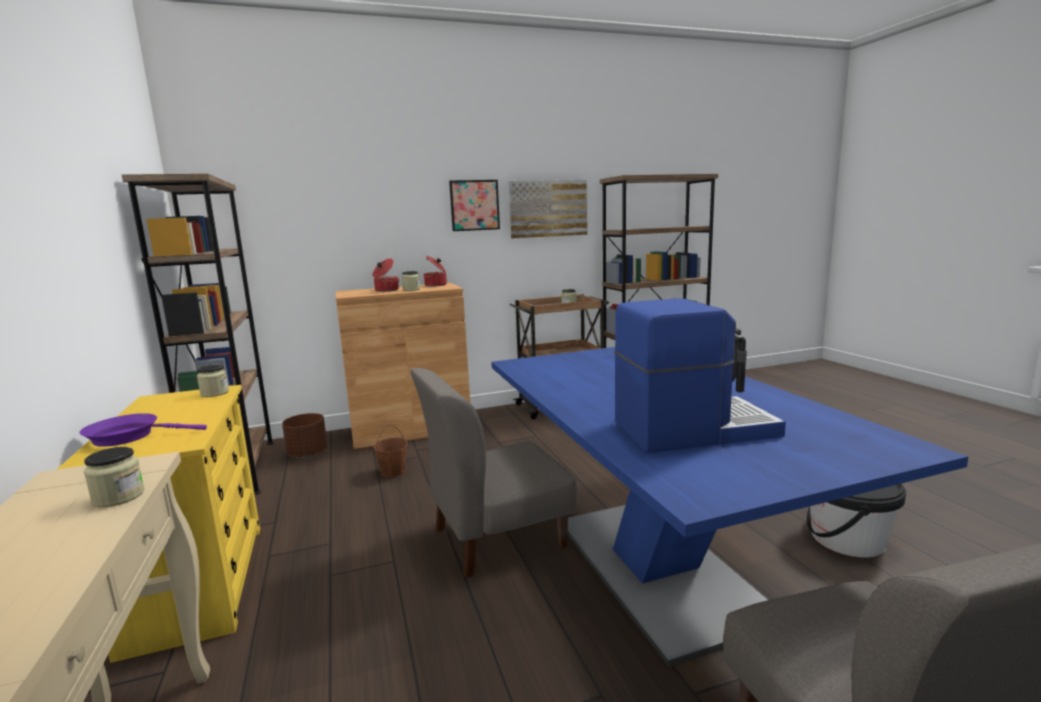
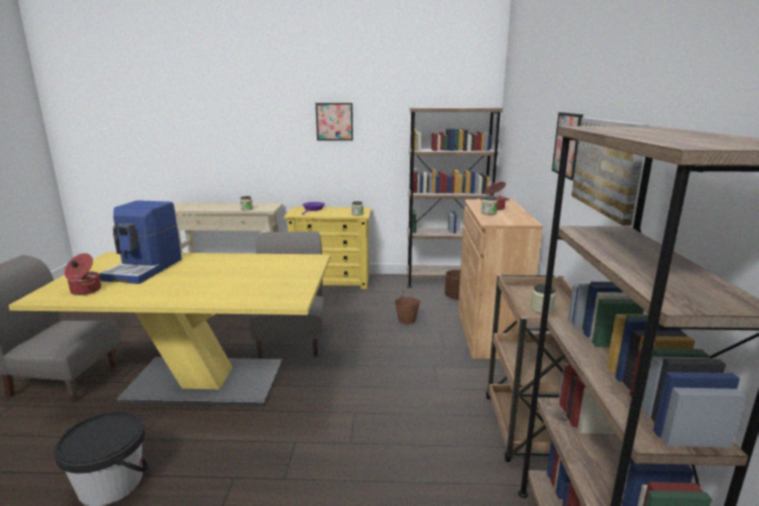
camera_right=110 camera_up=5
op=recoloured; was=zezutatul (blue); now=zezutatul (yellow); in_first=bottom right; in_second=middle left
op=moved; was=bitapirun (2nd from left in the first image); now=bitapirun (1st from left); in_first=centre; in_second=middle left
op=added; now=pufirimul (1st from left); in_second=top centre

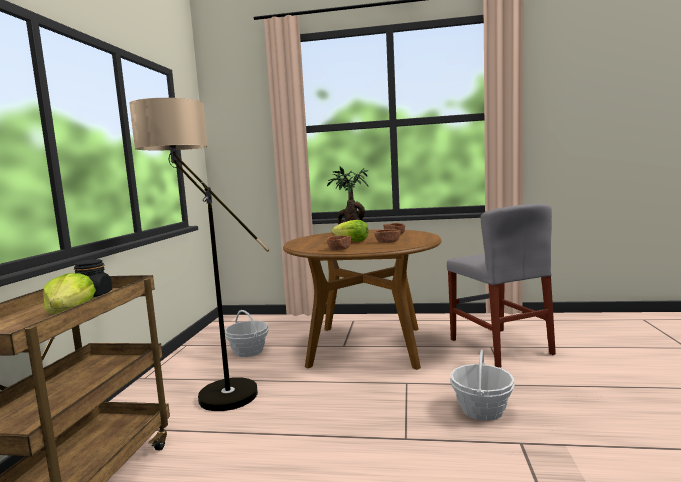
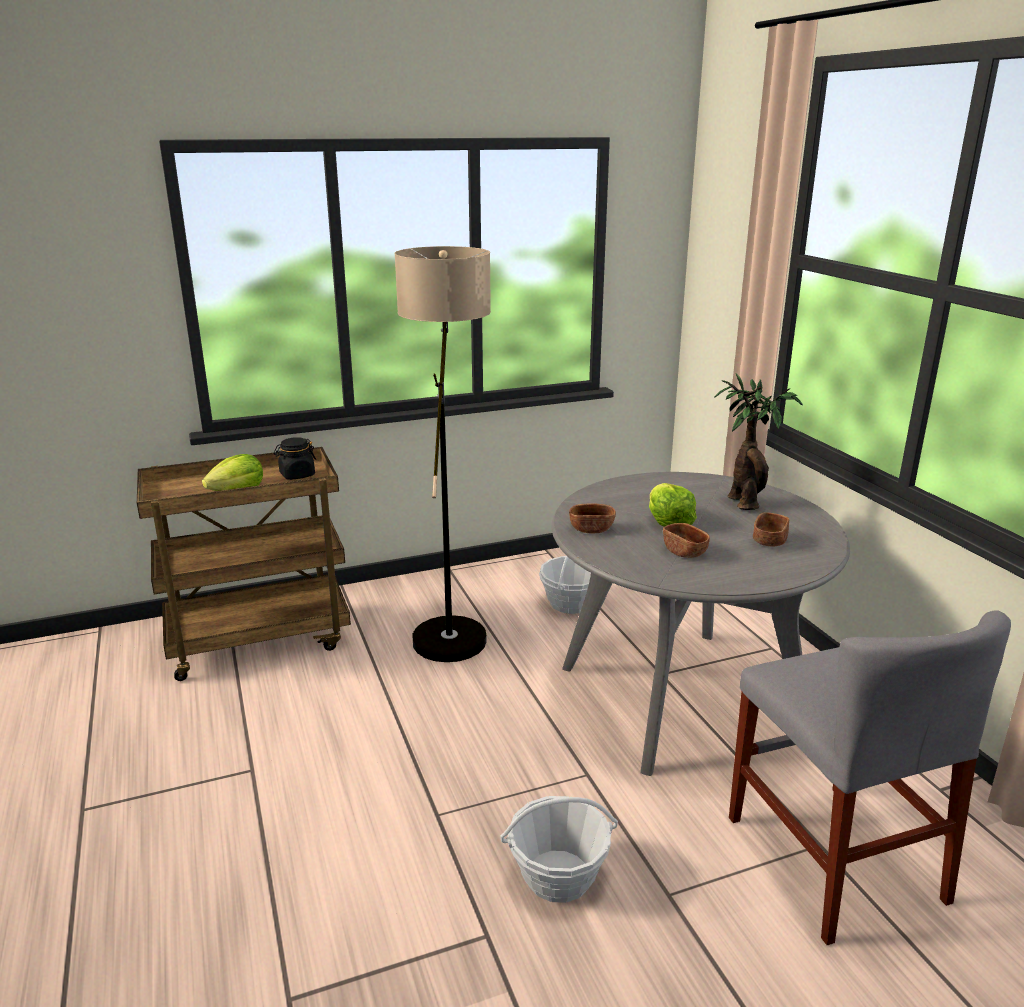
camera_right=60 camera_up=15
op=recoloured; was=zezutatul (brown); now=zezutatul (grey); in_first=centre; in_second=middle right
op=turned; was=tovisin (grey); in_first=middle right; in_second=bottom right; clockwise=-60

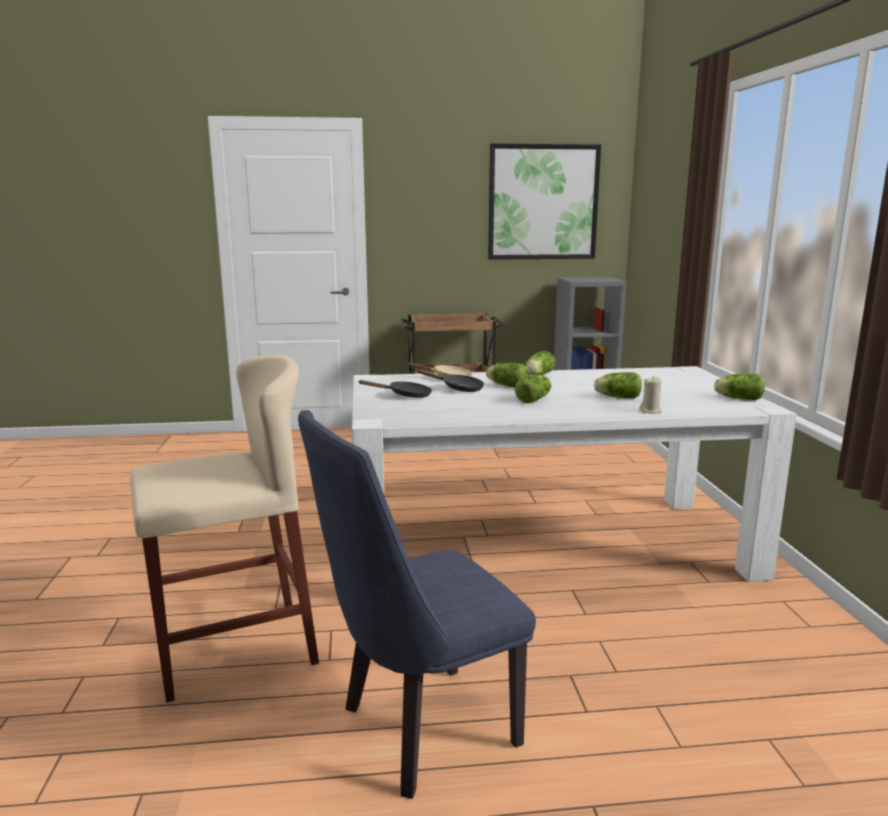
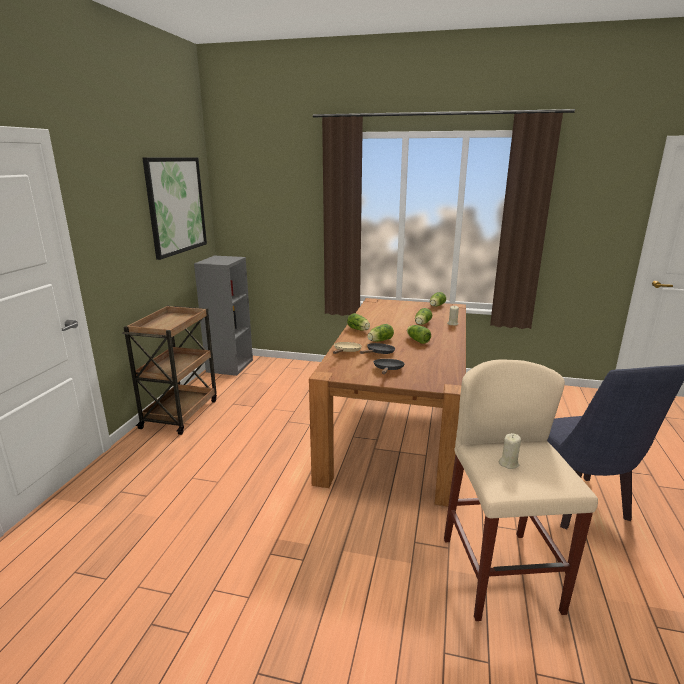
camera_right=-70 camera_up=5
op=recoloured; was=zezutatul (white); now=zezutatul (brown); in_first=centre; in_second=centre
op=added; now=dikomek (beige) (2nd from left); in_second=middle right

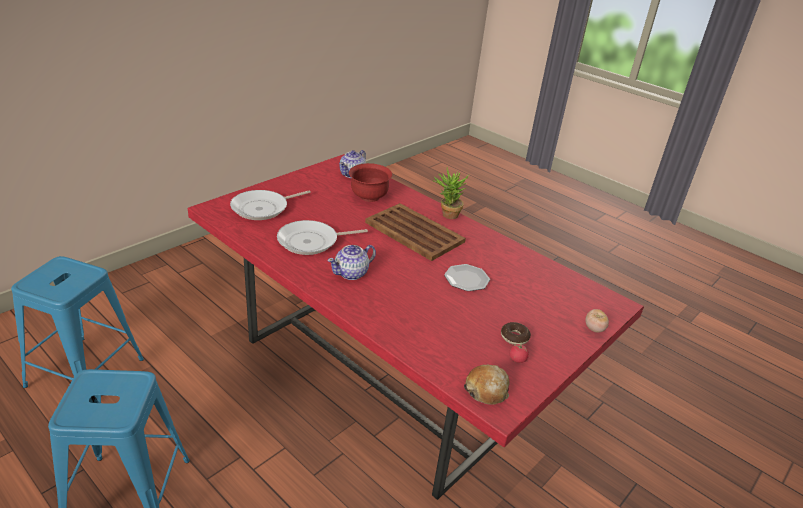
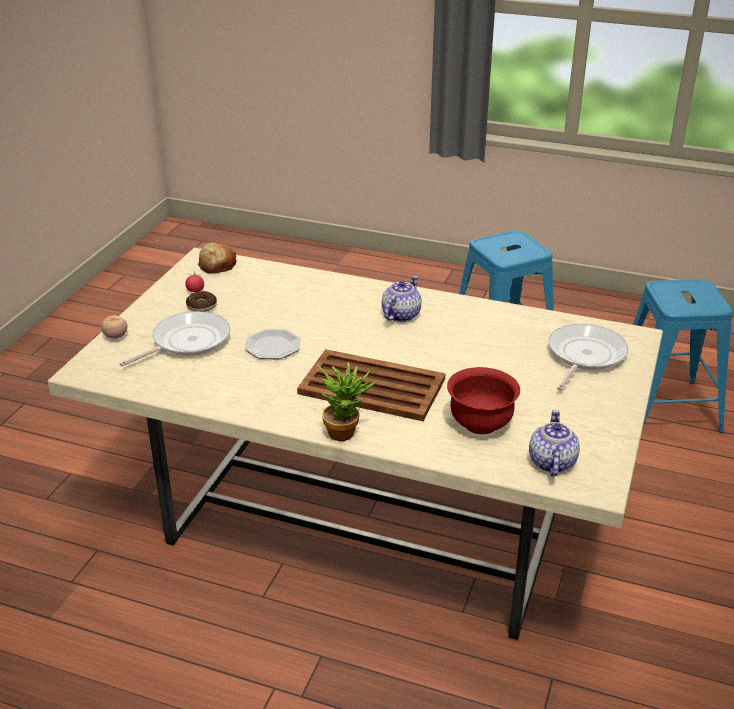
camera_right=160 camera_up=0
op=recoloured; was=zezutatul (red); now=zezutatul (beige); in_first=centre; in_second=centre
op=moved; was=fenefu (2nd from left in the first image); now=fenefu (1st from left); in_first=centre; in_second=middle left

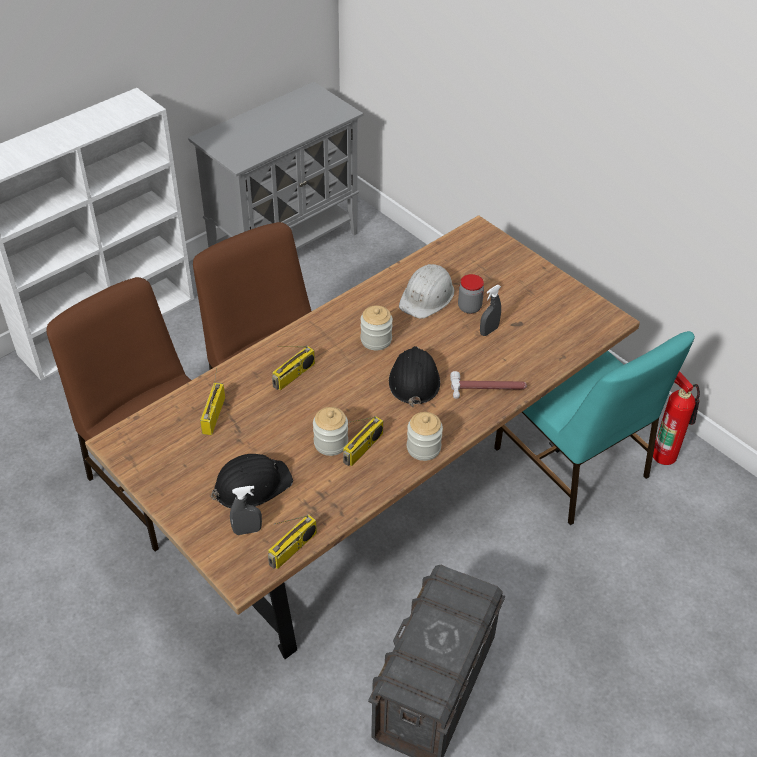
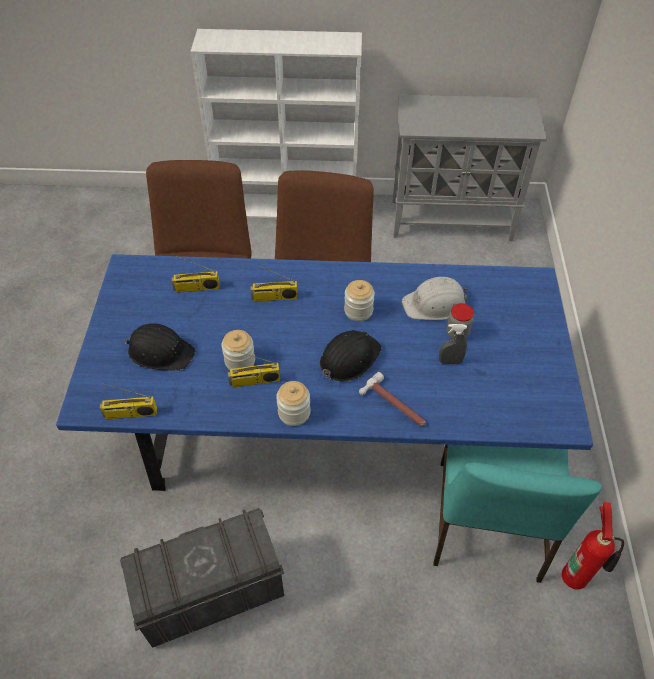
camera_right=45 camera_up=5
op=recoloured; was=zezutatul (brown); now=zezutatul (blue); in_first=centre; in_second=centre
op=turned; was=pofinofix (1st from left in the first image); in_first=middle left; in_second=middle left; clockwise=-150
op=removed; was=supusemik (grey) (1st from left); in_first=bottom left

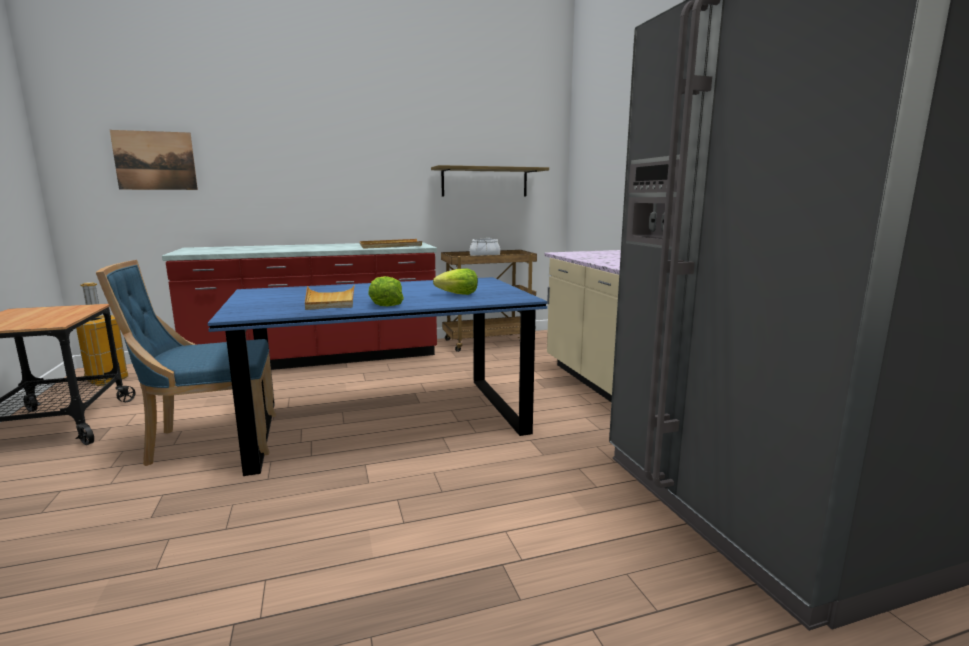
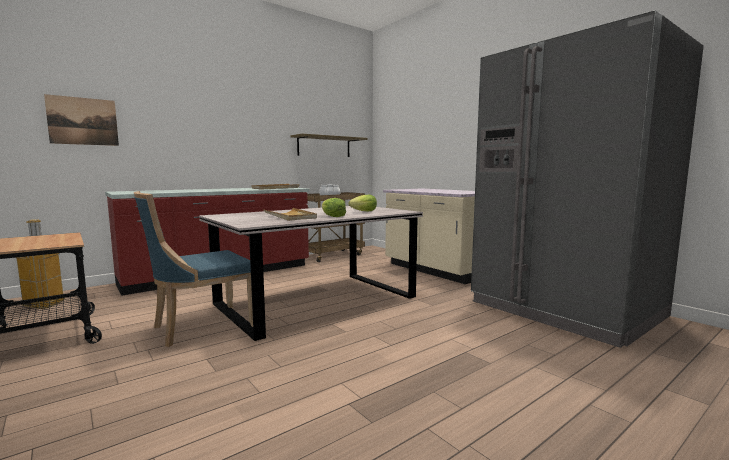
camera_right=-20 camera_up=-5
op=recoloured; was=zezutatul (blue); now=zezutatul (grey); in_first=centre; in_second=centre

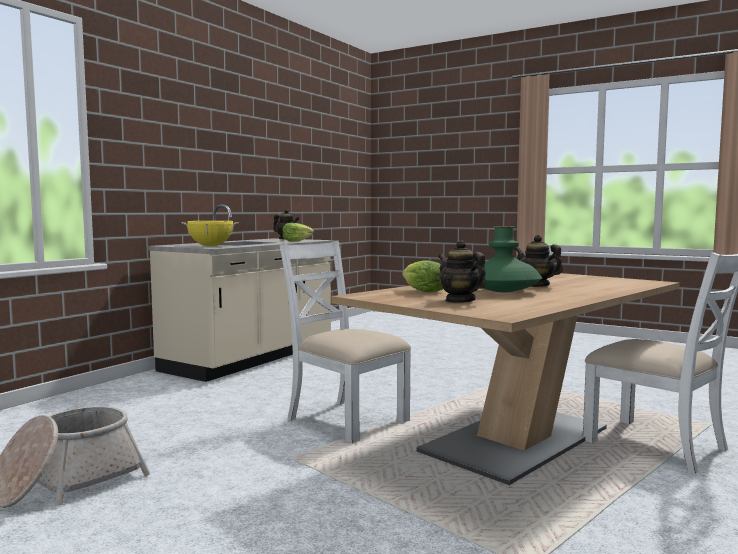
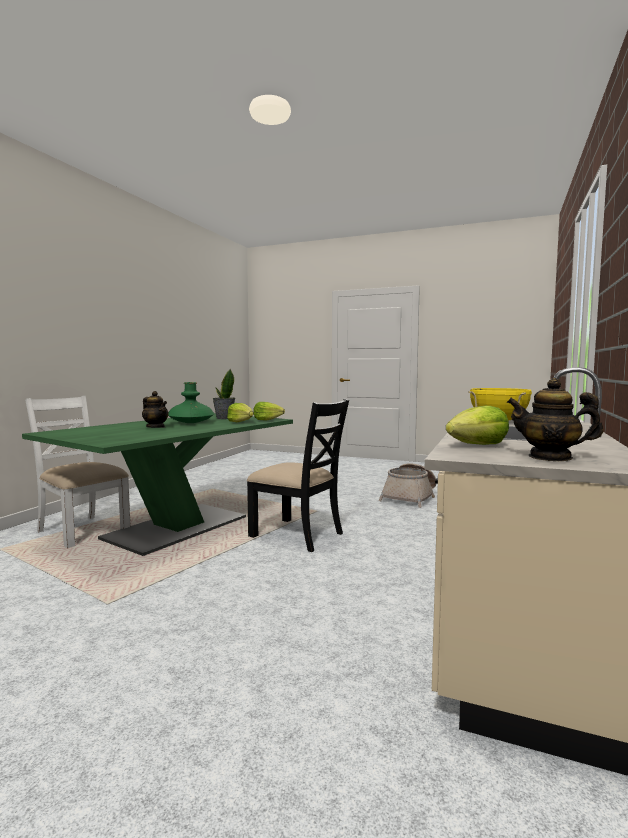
camera_right=170 camera_up=0
op=recoloured; was=zezutatul (brown); now=zezutatul (green); in_first=bottom right; in_second=middle left
op=replaced; was=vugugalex (2nd from left); now=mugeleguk; in_first=centre; in_second=centre
op=recoloured; was=tovisin (white) (1st from left); now=tovisin (black); in_first=centre; in_second=centre
op=added; now=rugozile (2nd from left); in_second=centre

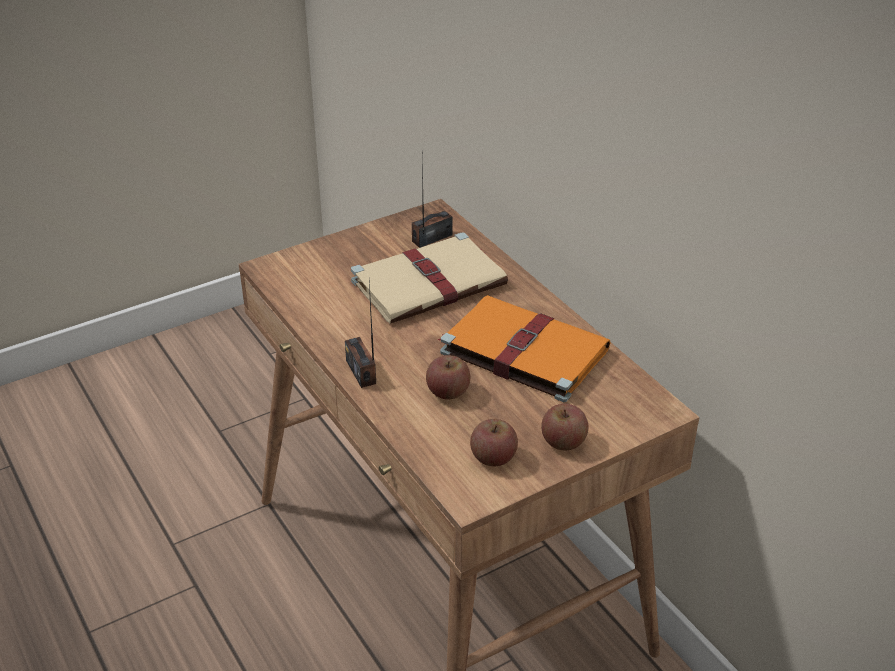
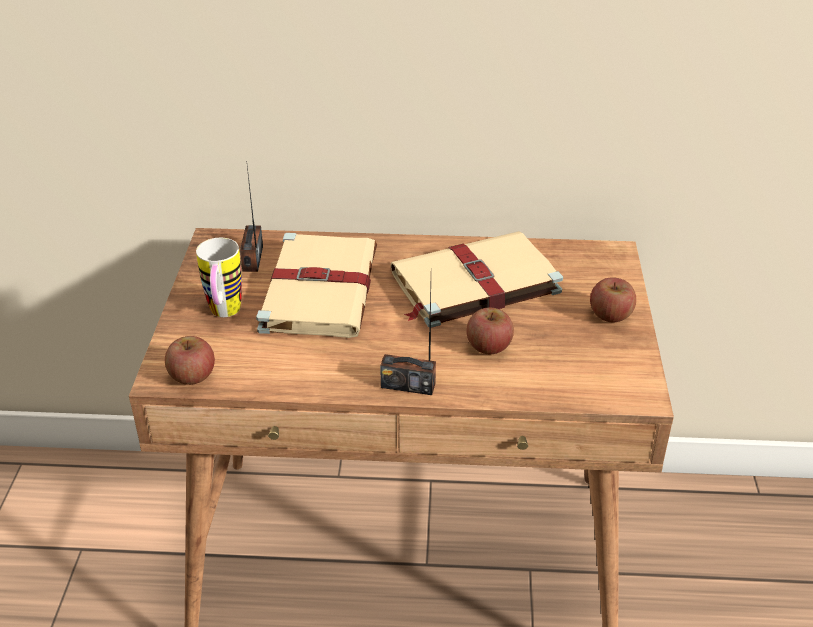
camera_right=-55 camera_up=0
op=moved; was=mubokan (2nd from left in the first image); now=mubokan (1st from left); in_first=centre; in_second=middle left
op=added; now=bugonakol; in_second=middle left
op=recoloured; was=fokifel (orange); now=fokifel (beige) (2nd from left); in_first=centre; in_second=centre

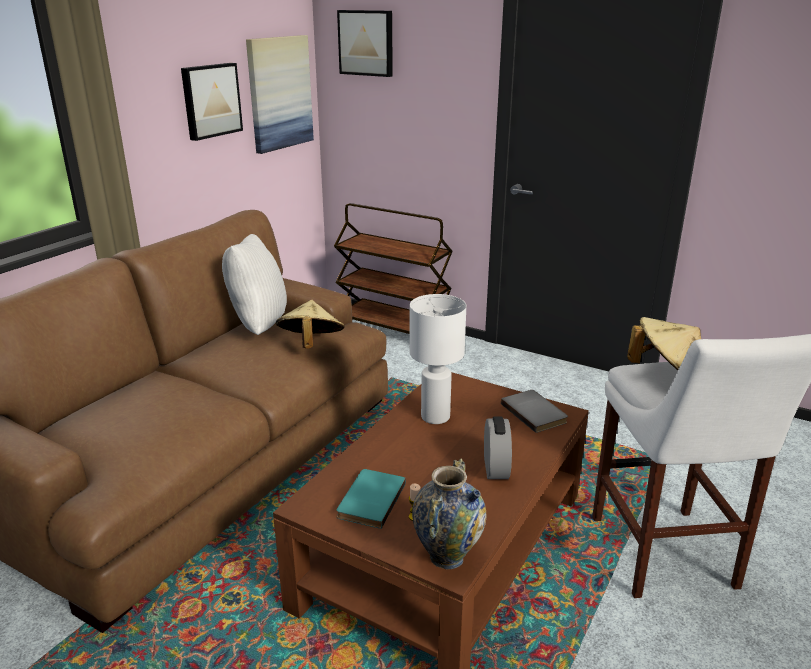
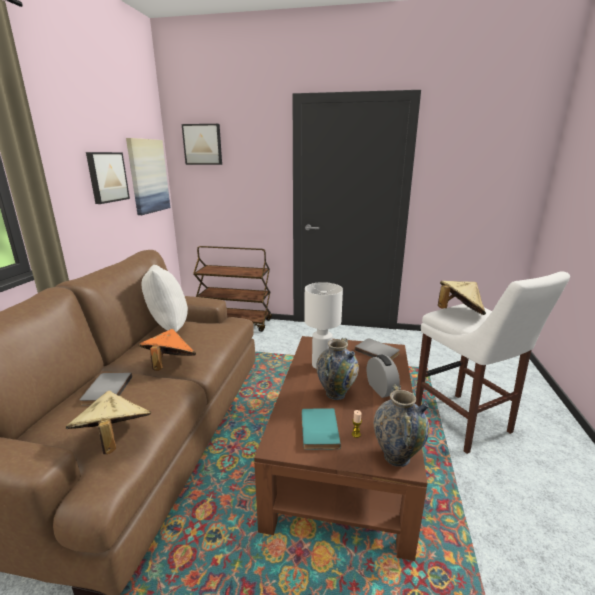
camera_right=-20 camera_up=-5
op=moved; was=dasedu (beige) (1st from left); in_first=centre; in_second=bottom left
op=added; now=fokifel (grey) (1st from left); in_second=middle left
op=added; now=dasedu (orange); in_second=middle left
op=added; now=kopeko (1st from left); in_second=centre

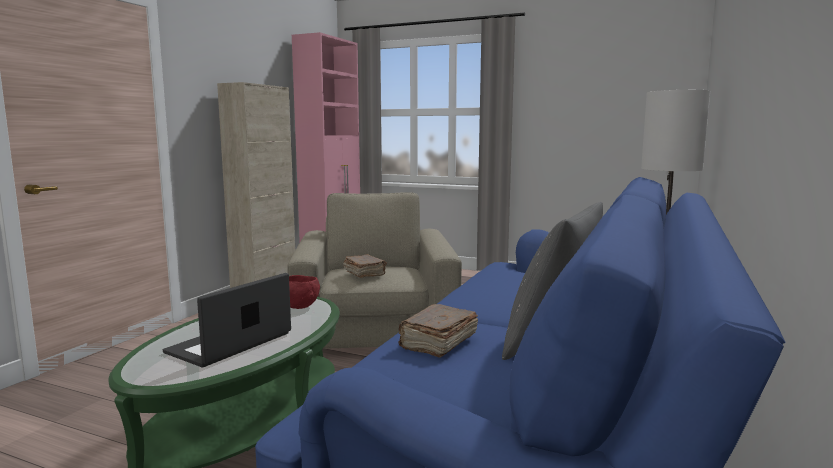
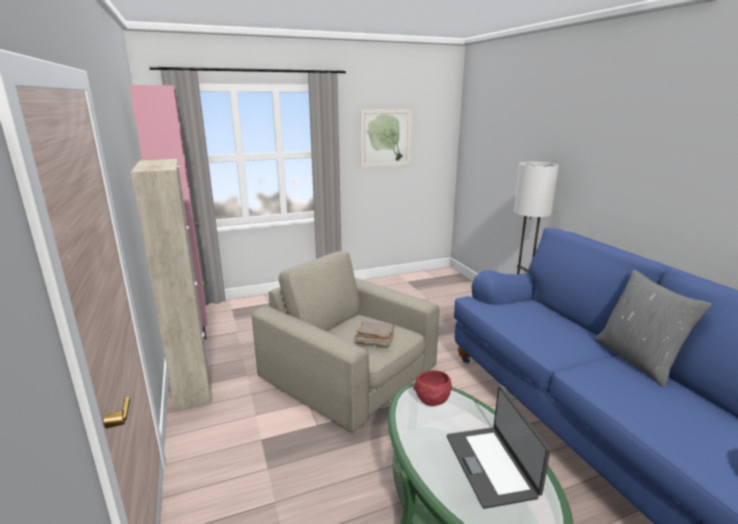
camera_right=-45 camera_up=10
op=added; now=pufirimul; in_second=top centre
op=removed; was=fokifel (brown) (2nd from left); in_first=bottom centre

